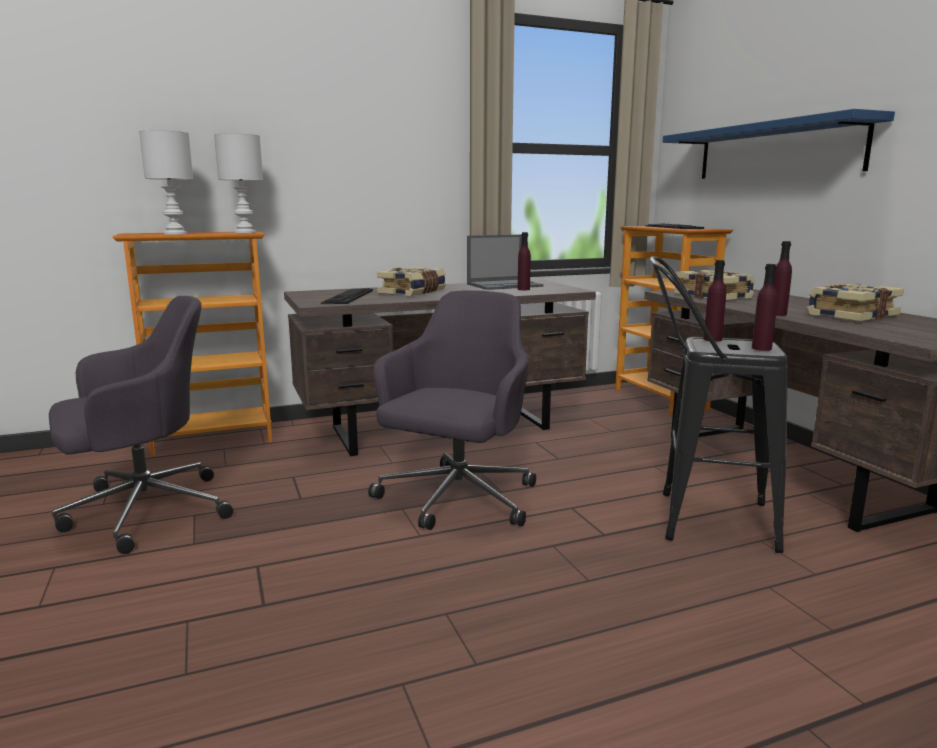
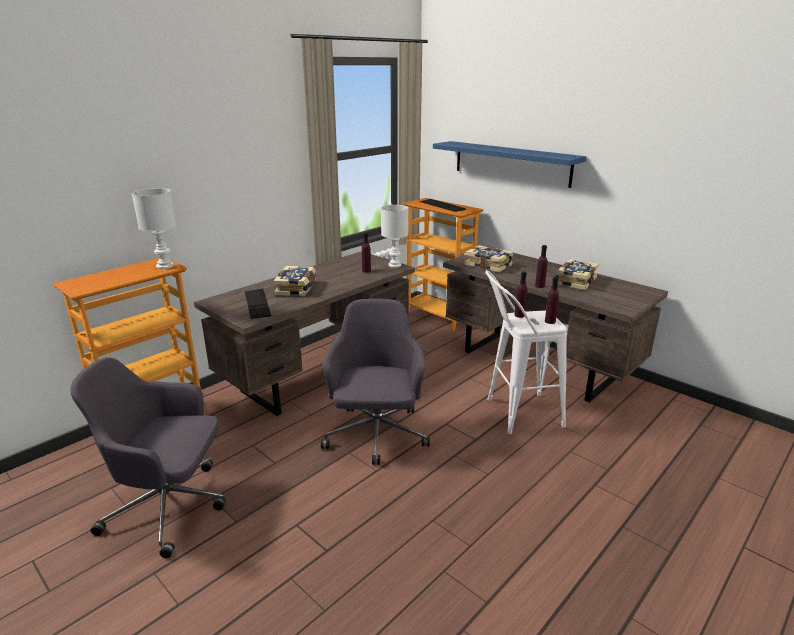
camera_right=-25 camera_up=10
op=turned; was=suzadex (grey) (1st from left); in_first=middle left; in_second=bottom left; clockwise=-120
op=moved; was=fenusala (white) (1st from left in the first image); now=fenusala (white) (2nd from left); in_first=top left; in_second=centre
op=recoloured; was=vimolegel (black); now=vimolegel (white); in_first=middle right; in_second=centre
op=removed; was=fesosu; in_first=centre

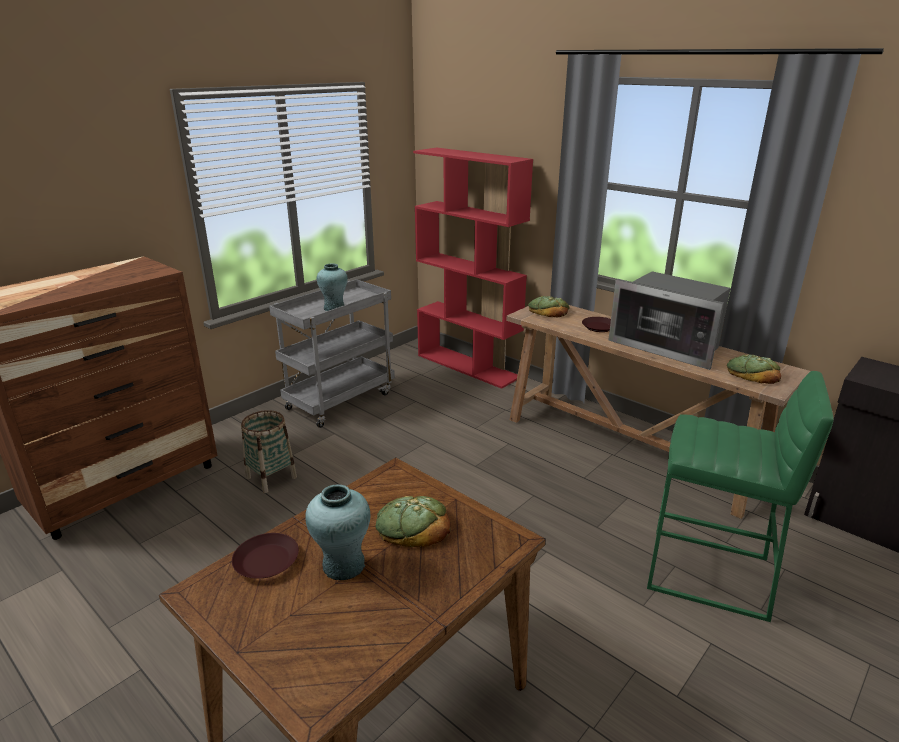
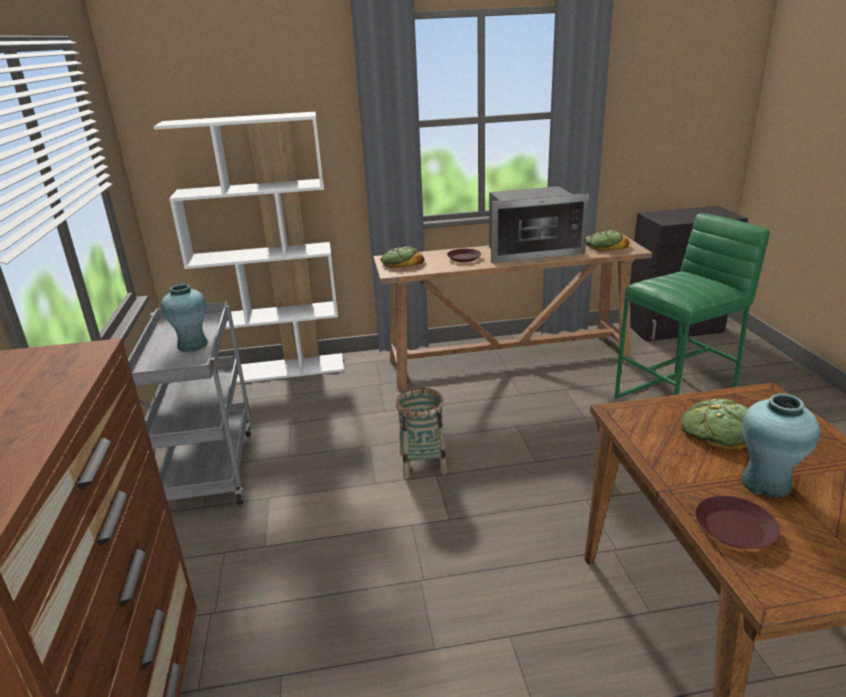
camera_right=-50 camera_up=0
op=recoloured; was=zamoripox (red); now=zamoripox (white); in_first=centre; in_second=middle left
op=moved; was=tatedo; in_first=middle left; in_second=centre

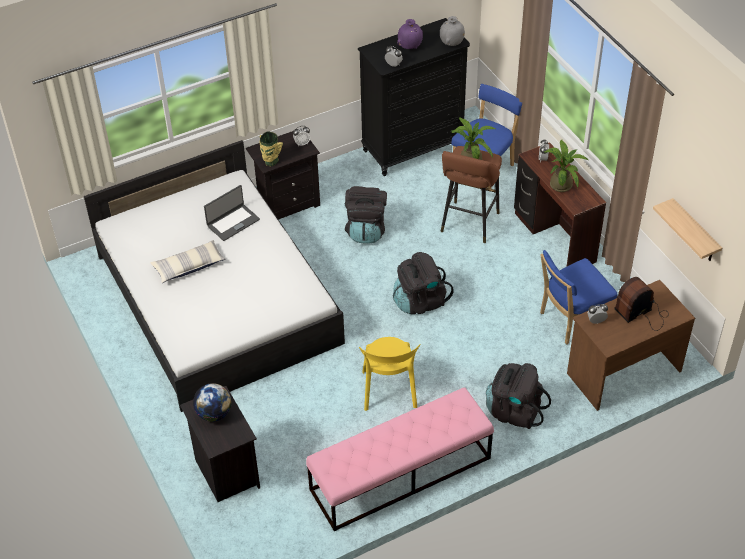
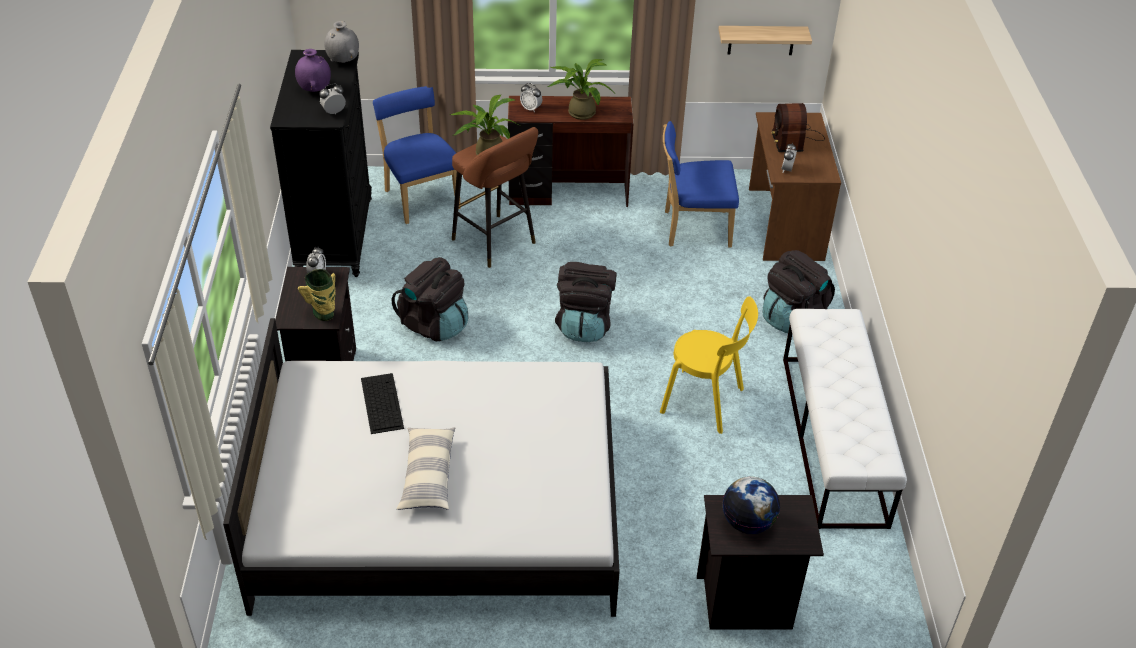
camera_right=-65 camera_up=-5
op=replaced; was=fesosu; now=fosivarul; in_first=middle left; in_second=centre
op=turned; was=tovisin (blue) (2nd from left); in_first=middle right; in_second=top centre; clockwise=90
op=recoloured; was=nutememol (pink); now=nutememol (white); in_first=bottom centre; in_second=middle right

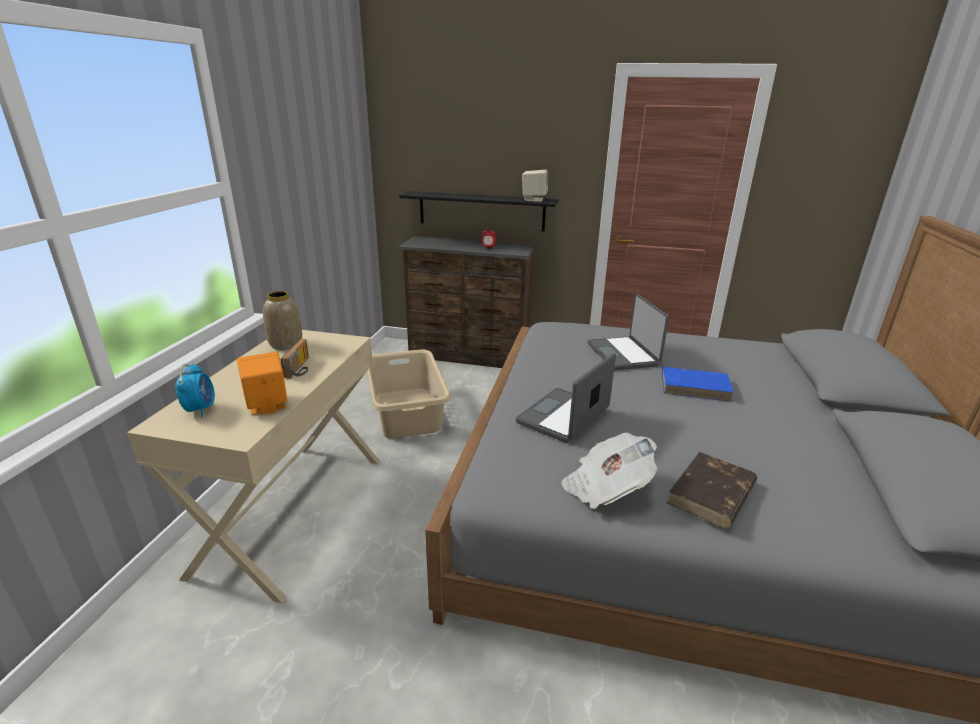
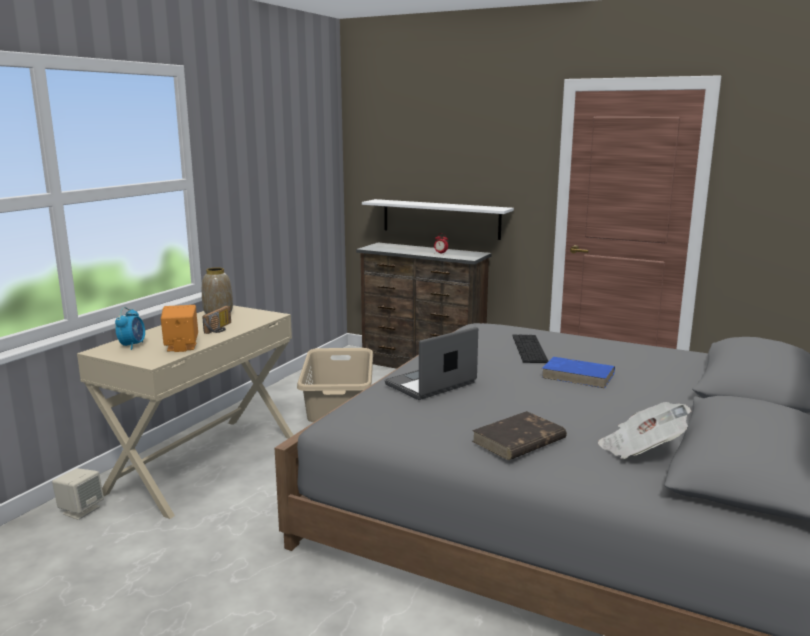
camera_right=15 camera_up=-10
op=moved; was=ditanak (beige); in_first=top centre; in_second=bottom left
op=recoloured; was=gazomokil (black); now=gazomokil (white); in_first=top centre; in_second=centre
op=replaced; was=fesosu (2nd from left); now=fosivarul; in_first=centre; in_second=centre
op=moved; was=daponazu; in_first=centre; in_second=bottom right

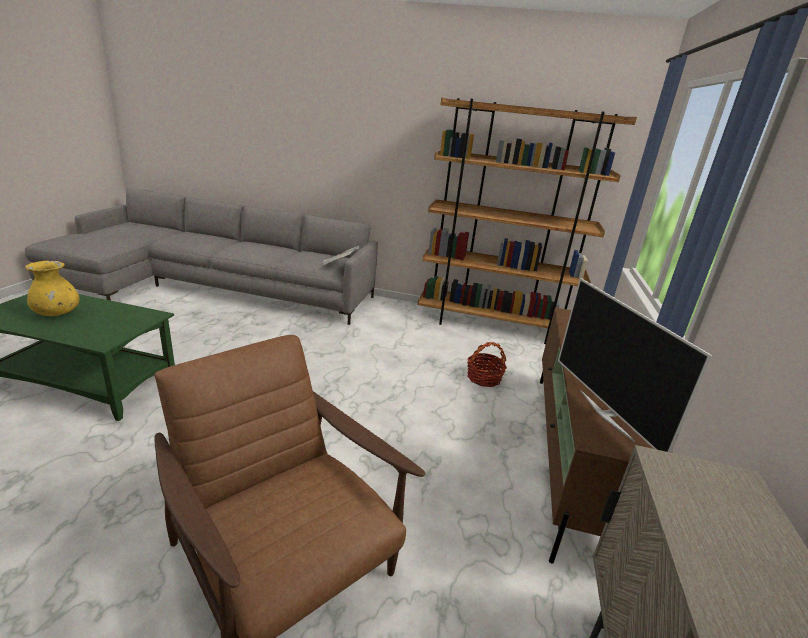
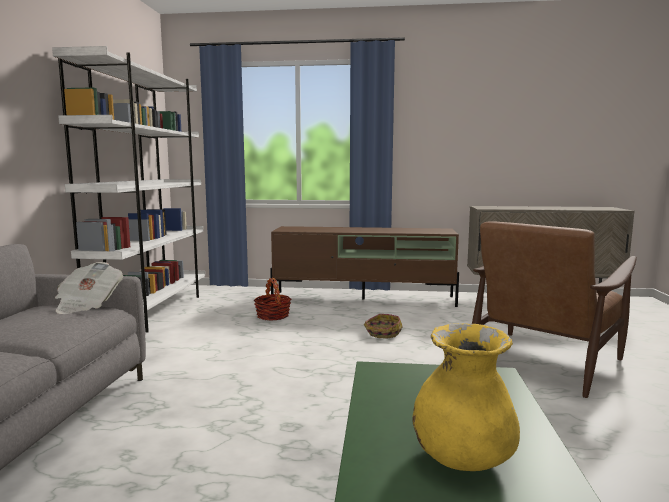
camera_right=-95 camera_up=-15
op=recoloured; was=zamoripox (brown); now=zamoripox (white); in_first=centre; in_second=middle left
op=added; now=tatedo (2nd from left); in_second=centre
op=removed; was=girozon; in_first=middle right

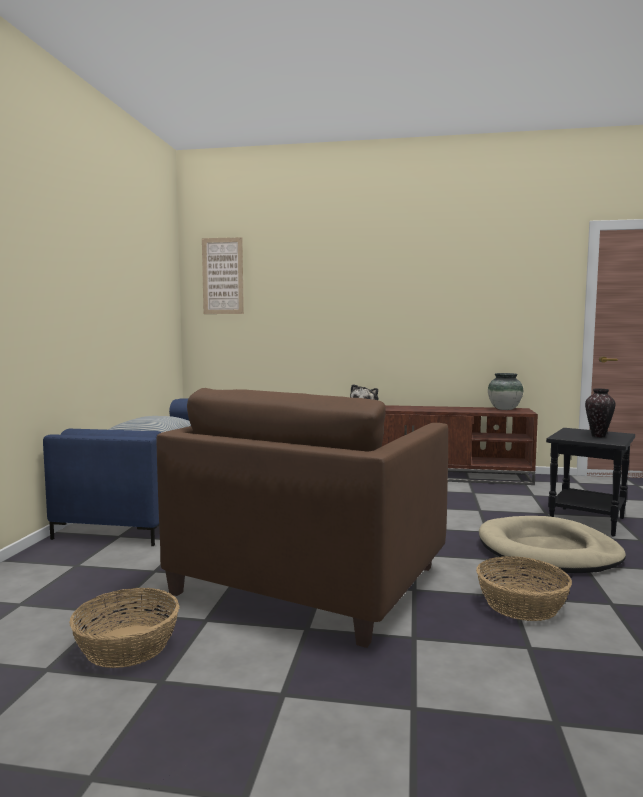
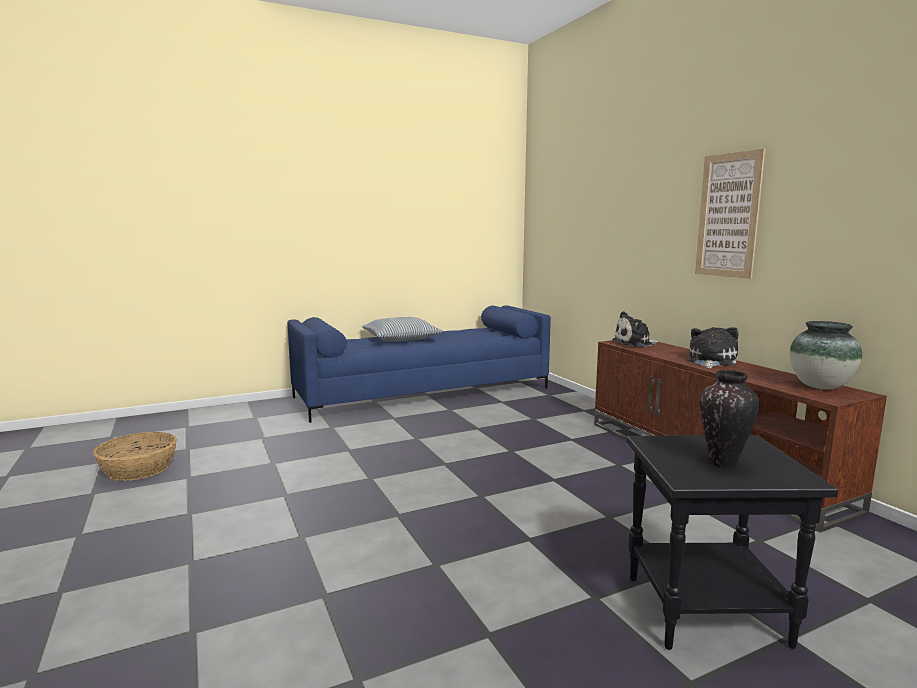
camera_right=55 camera_up=5
op=added; now=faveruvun (2nd from left); in_second=middle right
op=moved; was=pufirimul; in_first=centre; in_second=top right
op=removed; was=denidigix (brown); in_first=centre
op=removed; was=tatedo (2nd from left); in_first=bottom right
op=removed; was=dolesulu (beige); in_first=bottom right

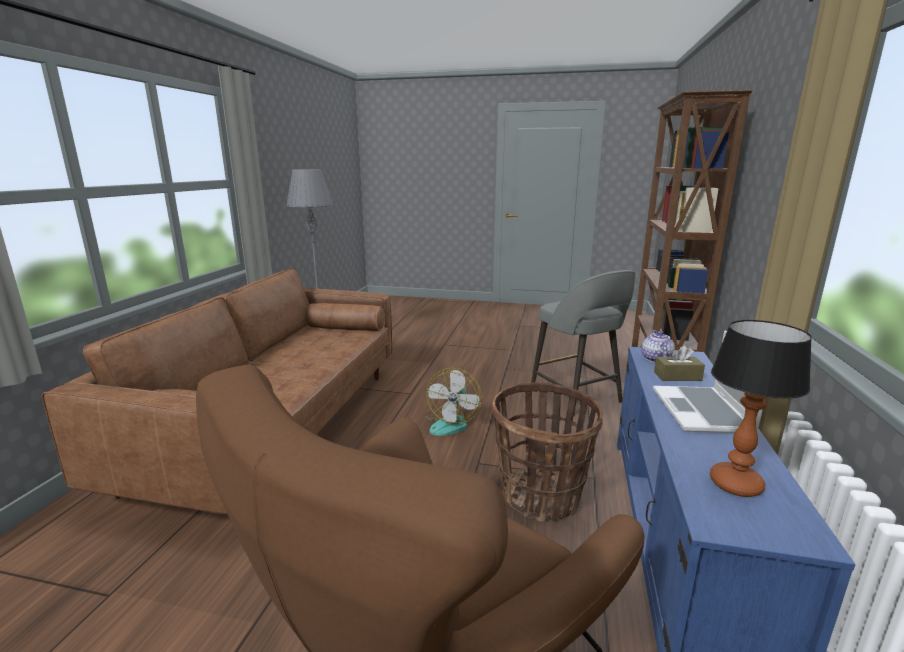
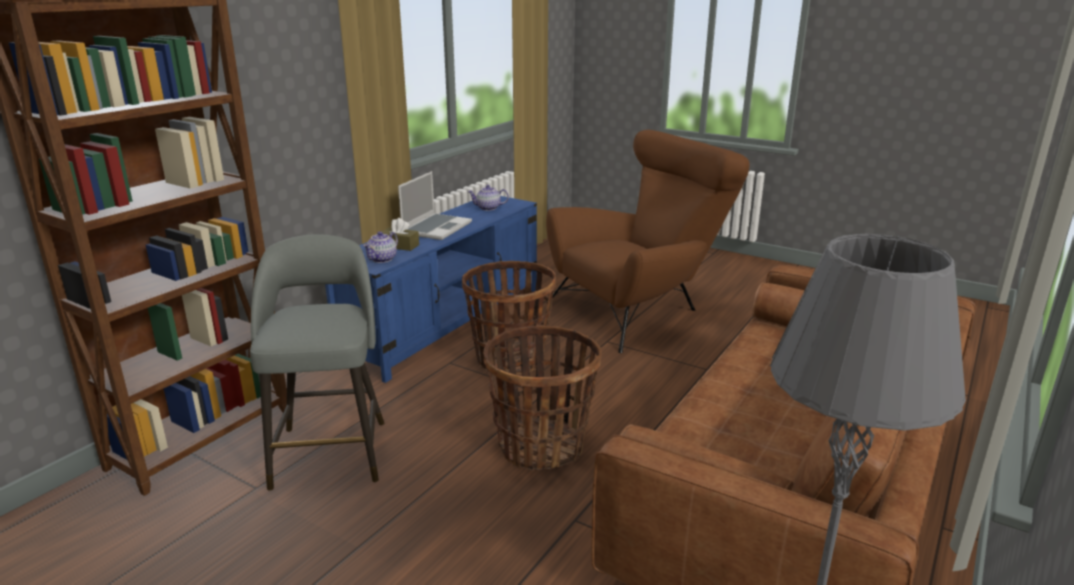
camera_right=-160 camera_up=5
op=replaced; was=fenusala; now=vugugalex (2nd from left); in_first=middle right; in_second=centre
op=replaced; was=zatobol; now=tatedo (2nd from left); in_first=centre; in_second=bottom centre

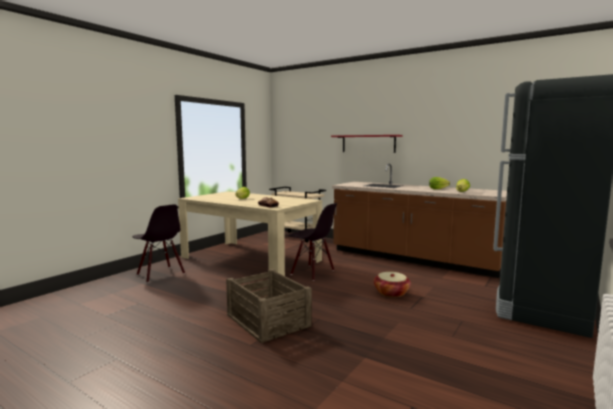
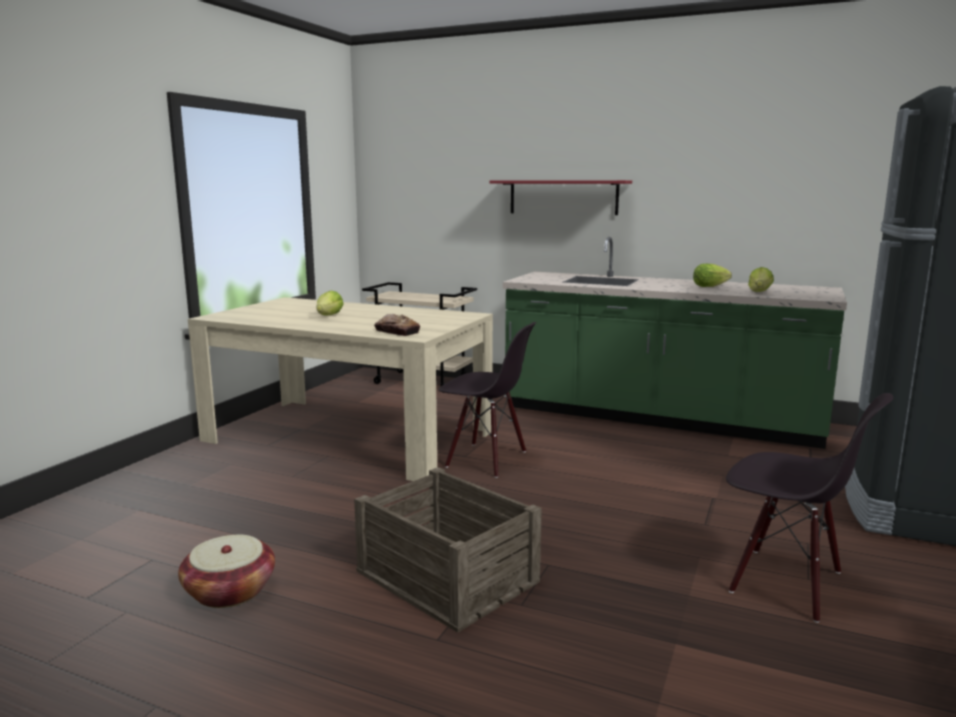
camera_right=-10 camera_up=5
op=moved; was=tatedo; in_first=bottom centre; in_second=bottom left
op=recoloured; was=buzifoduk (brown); now=buzifoduk (green); in_first=middle right; in_second=middle right
op=moved; was=tovisin (black) (1st from left in the first image); now=tovisin (black) (2nd from left); in_first=middle left; in_second=bottom right

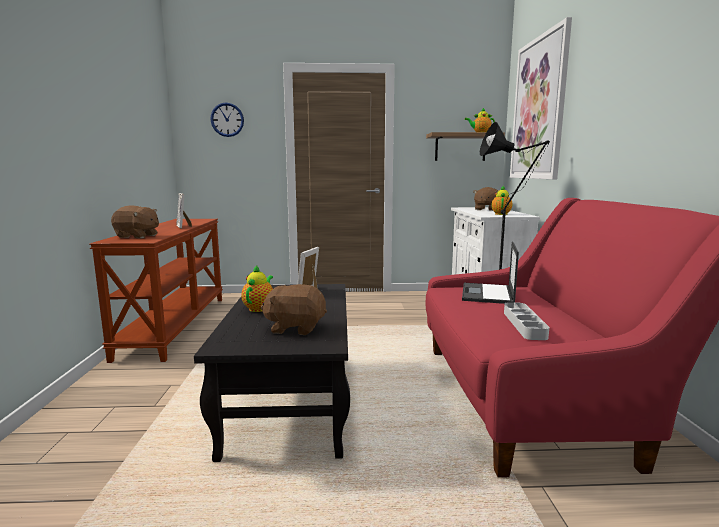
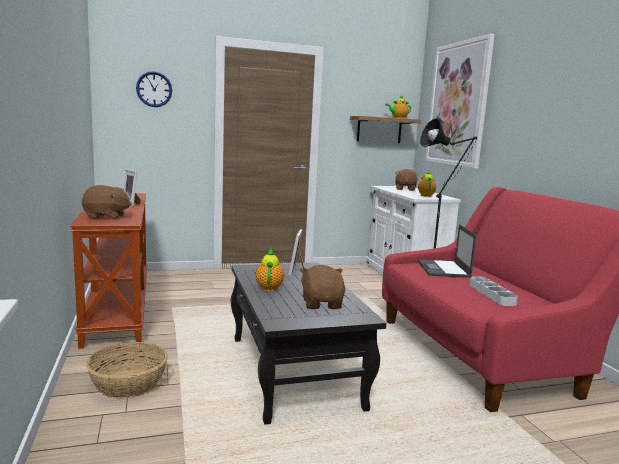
camera_right=-15 camera_up=0
op=added; now=tatedo; in_second=bottom left
op=turned; was=faveruvun (brown) (2nd from left); in_first=centre; in_second=centre; clockwise=90

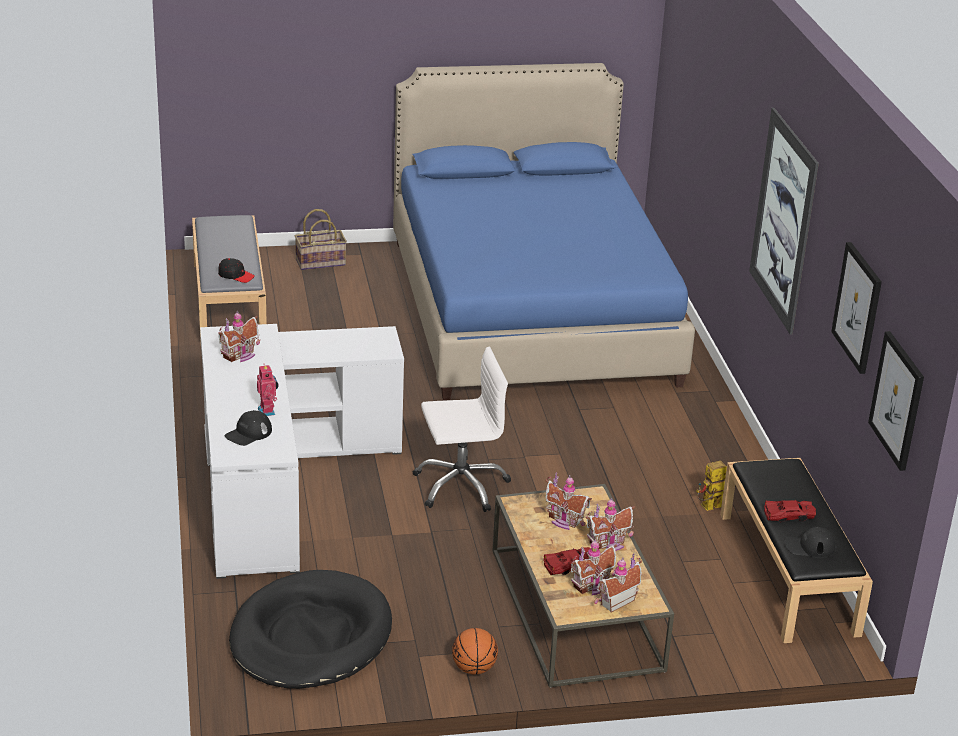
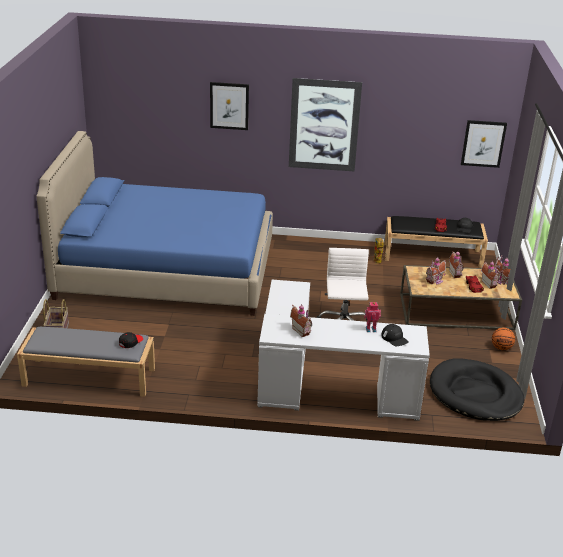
camera_right=-75 camera_up=0
op=moved; was=pufirimul (2nd from left in the first image); now=pufirimul (1st from left); in_first=middle right; in_second=top centre

